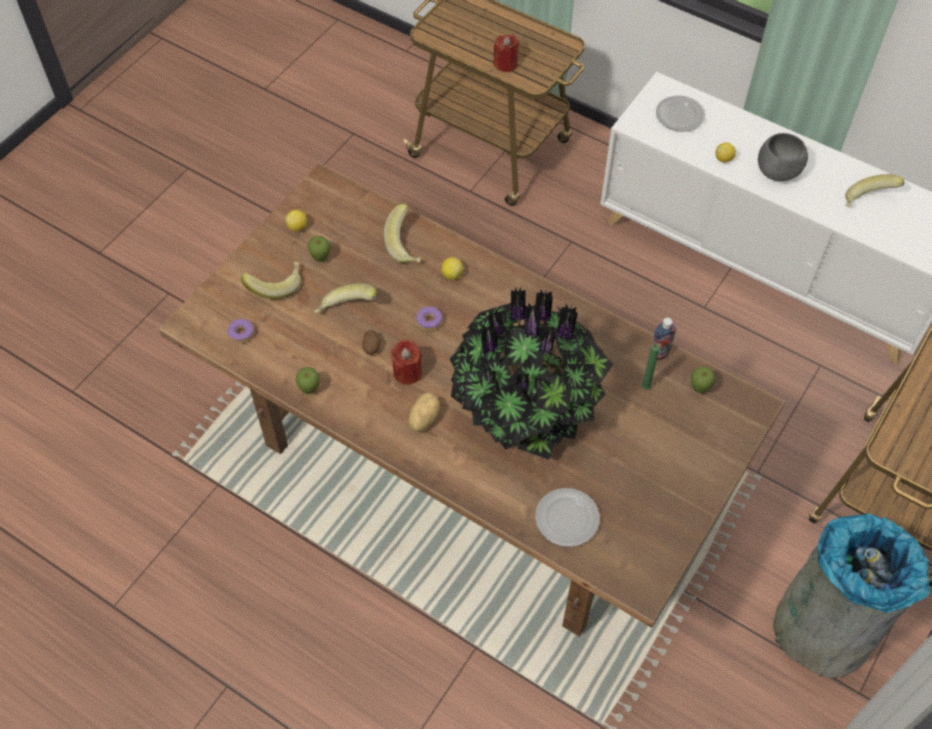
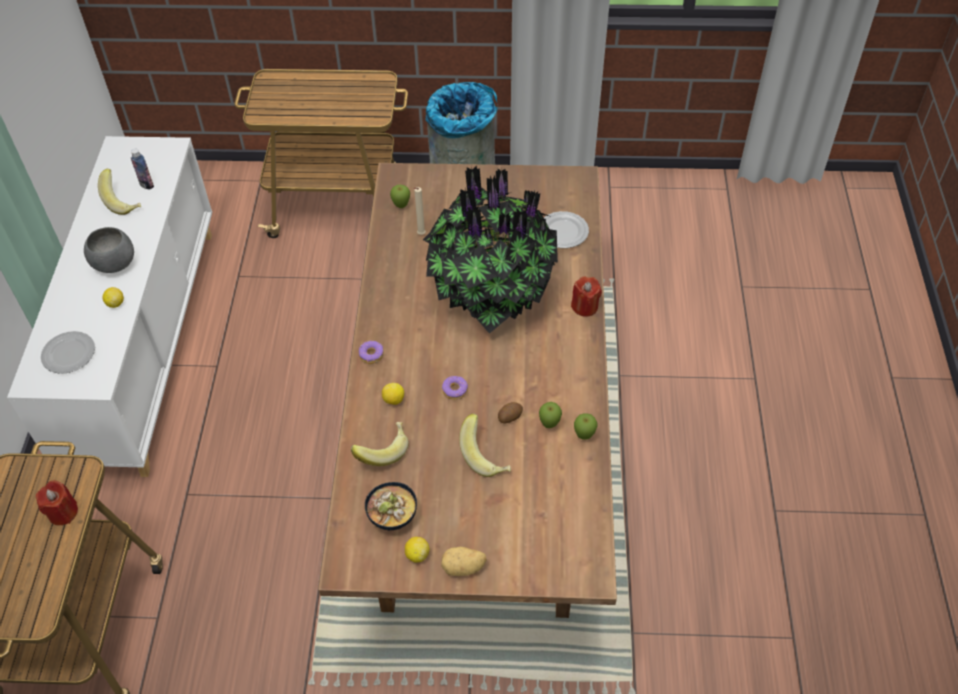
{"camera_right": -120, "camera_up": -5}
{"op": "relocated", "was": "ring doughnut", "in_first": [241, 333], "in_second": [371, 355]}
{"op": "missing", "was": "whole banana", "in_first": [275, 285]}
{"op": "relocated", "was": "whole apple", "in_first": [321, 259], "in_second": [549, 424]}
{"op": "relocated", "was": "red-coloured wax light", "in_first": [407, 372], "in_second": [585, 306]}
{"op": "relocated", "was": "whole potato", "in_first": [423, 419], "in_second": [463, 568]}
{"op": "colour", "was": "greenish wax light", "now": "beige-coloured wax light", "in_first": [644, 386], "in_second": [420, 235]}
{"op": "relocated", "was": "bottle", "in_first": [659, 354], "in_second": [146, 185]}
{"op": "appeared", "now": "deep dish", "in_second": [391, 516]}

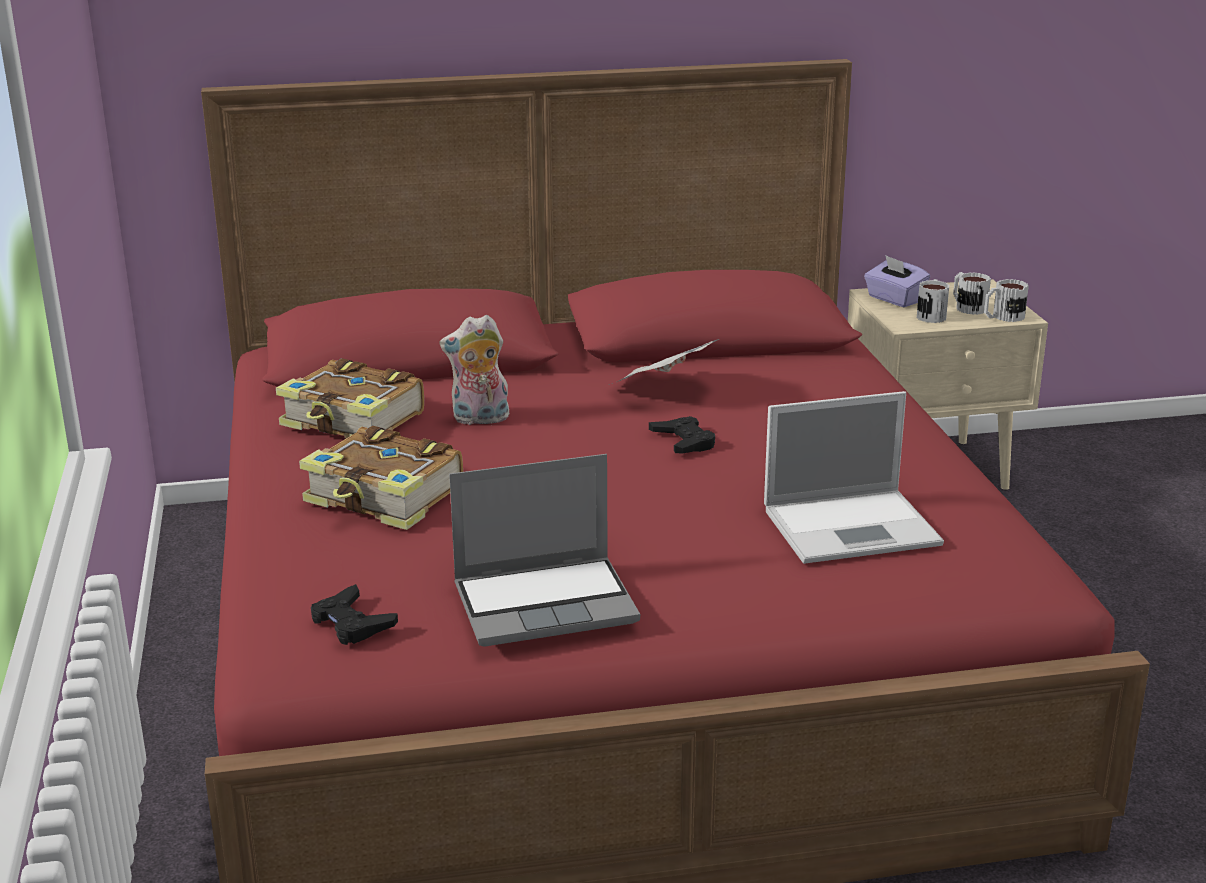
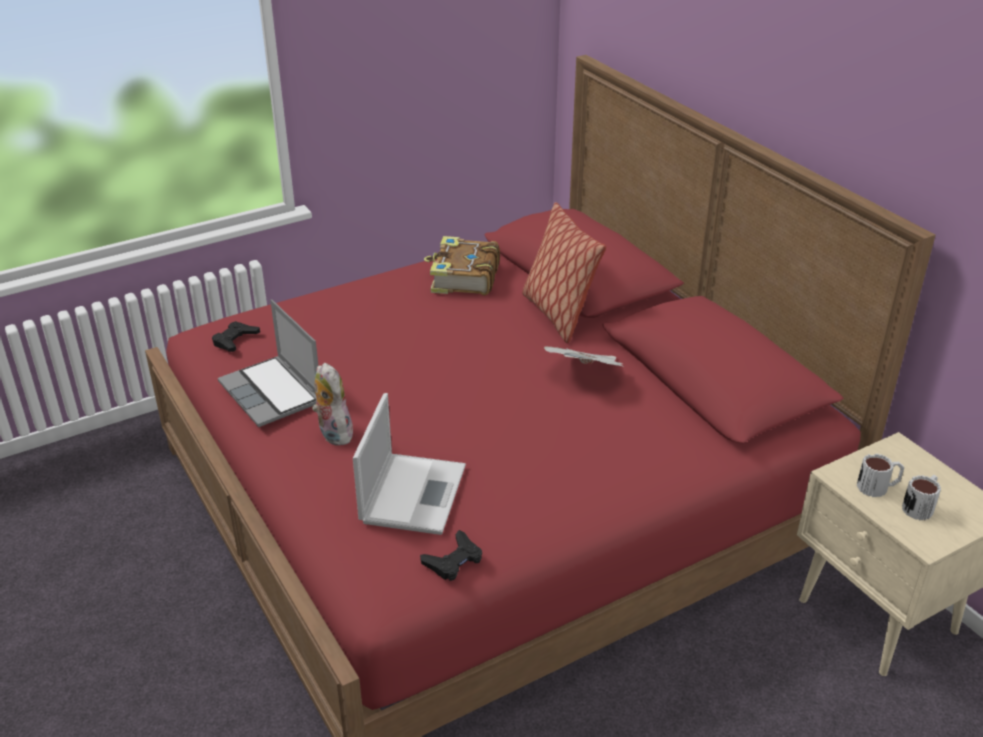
{"camera_right": 70, "camera_up": 10}
{"op": "missing", "was": "bound book", "in_first": [385, 498]}
{"op": "relocated", "was": "plush toy", "in_first": [479, 419], "in_second": [332, 433]}
{"op": "relocated", "was": "blackish game controller", "in_first": [683, 442], "in_second": [453, 561]}
{"op": "spun", "was": "notebook computer", "in_first": [854, 526], "in_second": [413, 492], "clockwise": -135}
{"op": "missing", "was": "purplish tissue box", "in_first": [894, 299]}
{"op": "missing", "was": "coffee mug", "in_first": [1002, 317]}
{"op": "appeared", "now": "cushion", "in_second": [557, 314]}

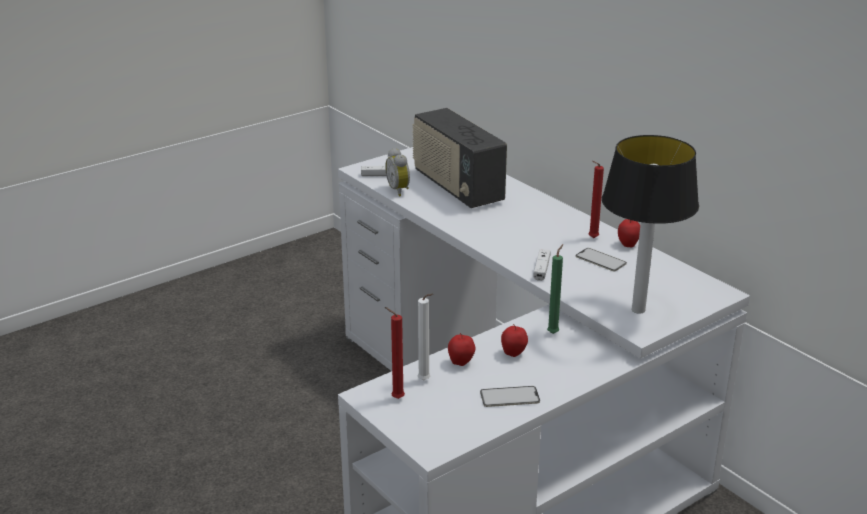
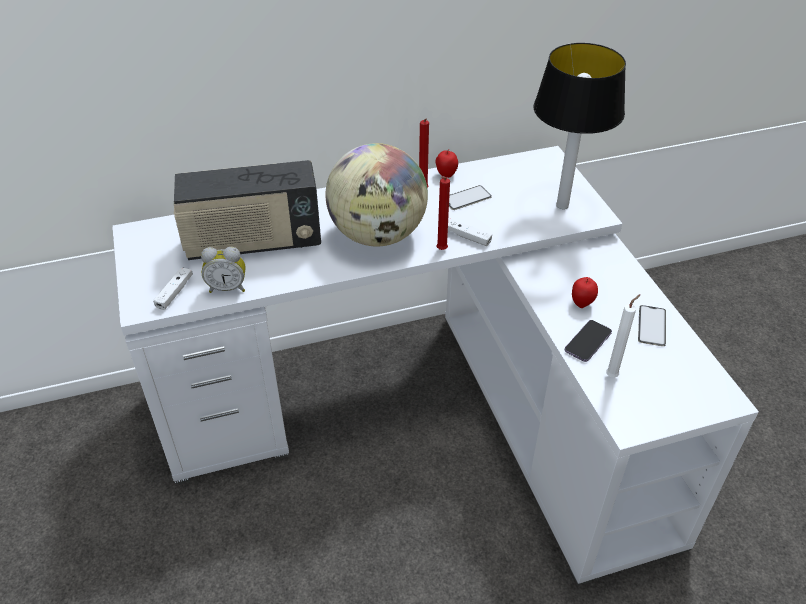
{"camera_right": -70, "camera_up": 15}
{"op": "relocated", "was": "red-coloured wax light", "in_first": [395, 398], "in_second": [441, 251]}
{"op": "exchanged", "was": "whole apple", "now": "telephone", "in_first": [461, 363], "in_second": [588, 342]}
{"op": "missing", "was": "greenish wax light", "in_first": [554, 332]}
{"op": "appeared", "now": "world globe", "in_second": [377, 235]}

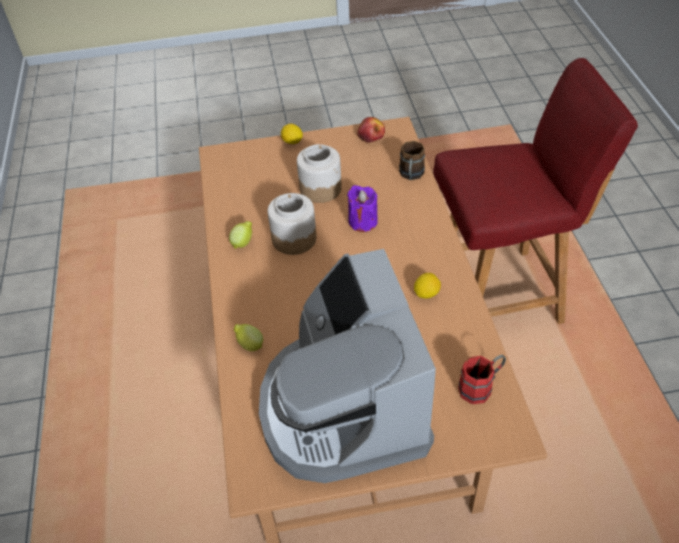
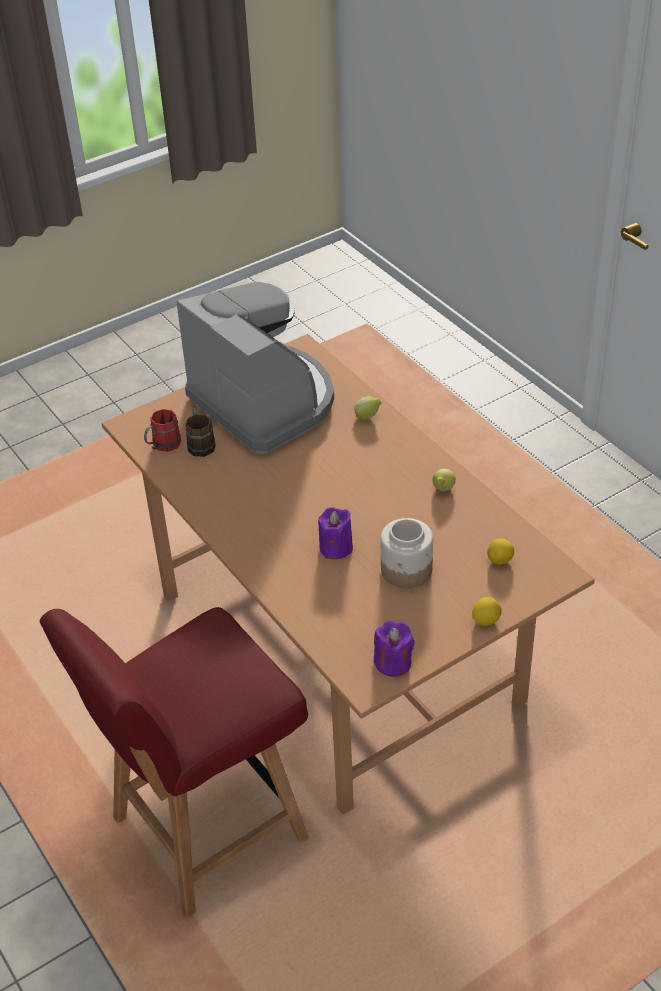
{"camera_right": 155, "camera_up": -5}
{"op": "missing", "was": "storage jar", "in_first": [294, 238]}
{"op": "exchanged", "was": "whole apple", "now": "purplish wax light", "in_first": [371, 135], "in_second": [393, 662]}
{"op": "relocated", "was": "brown-coloured coffee mug", "in_first": [411, 176], "in_second": [200, 443]}
{"op": "relocated", "was": "citrus fruit", "in_first": [426, 293], "in_second": [500, 560]}

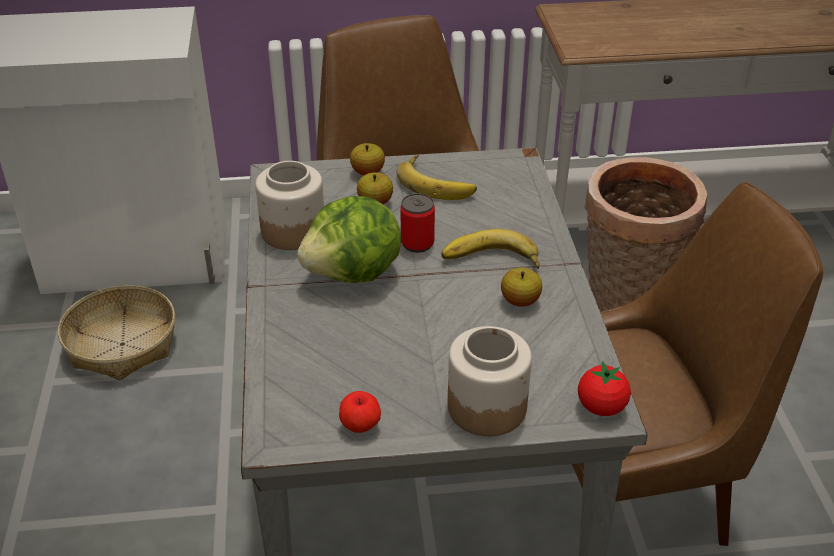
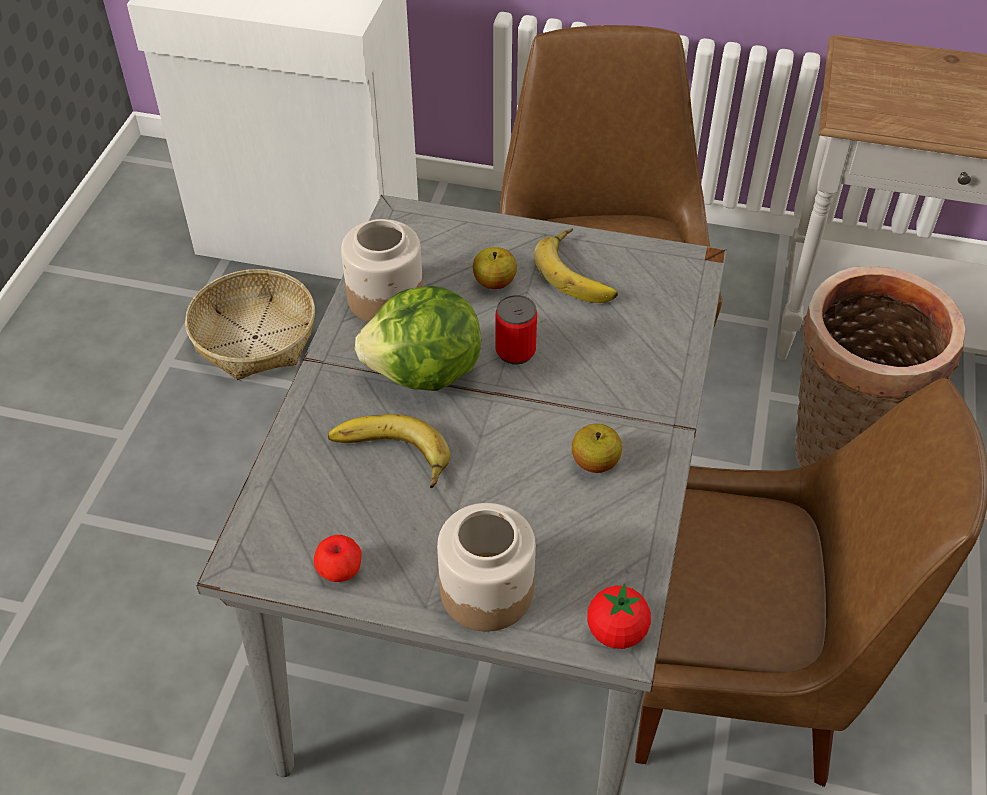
{"camera_right": 20, "camera_up": 10}
{"op": "missing", "was": "whole apple", "in_first": [367, 172]}
{"op": "relocated", "was": "whole banana", "in_first": [491, 261], "in_second": [388, 458]}

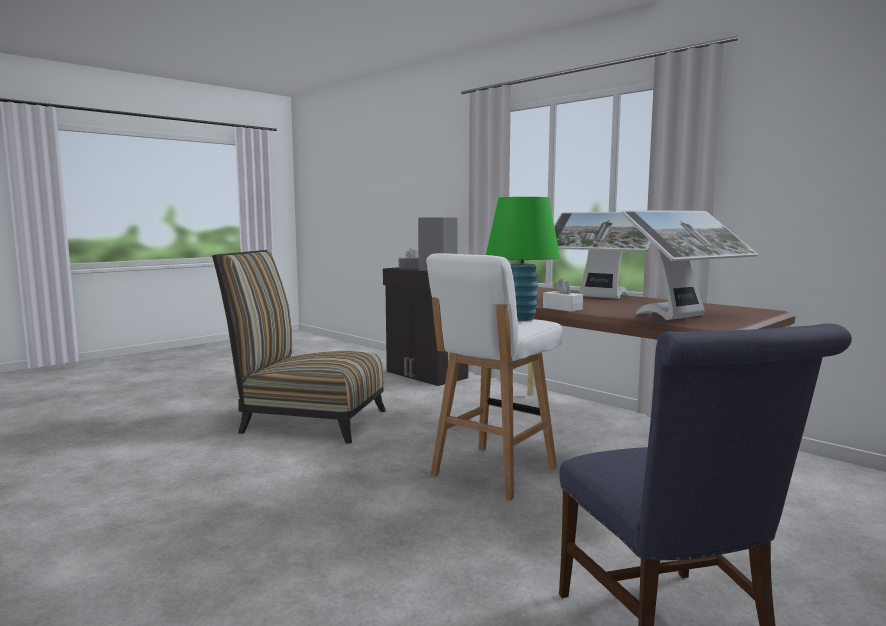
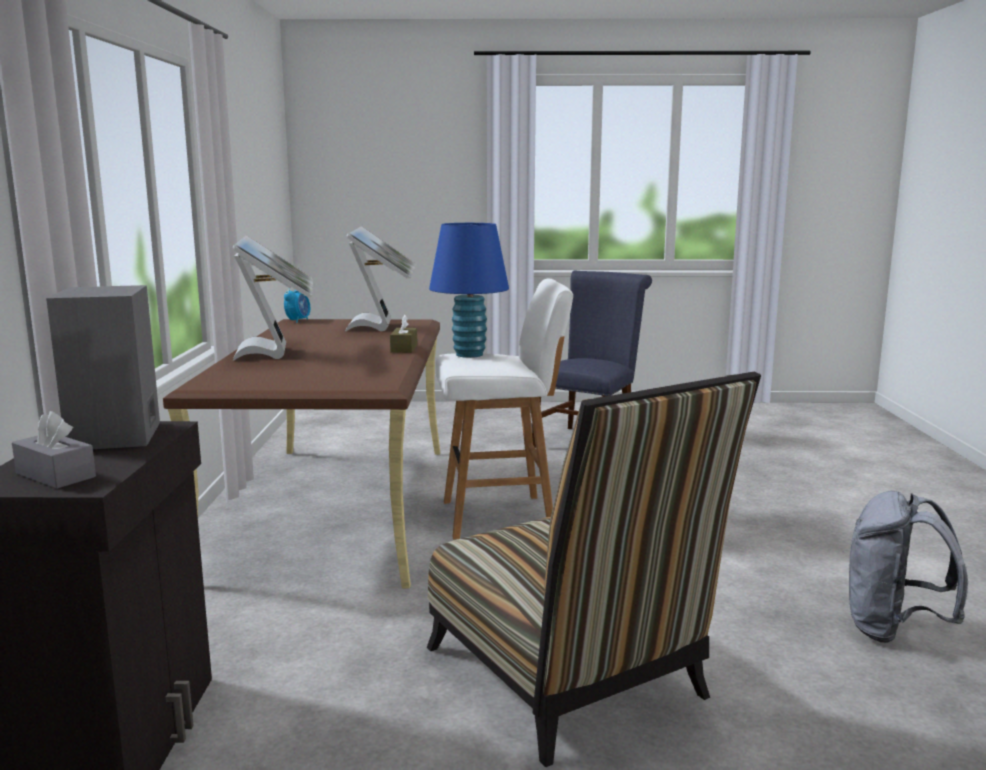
{"camera_right": -135, "camera_up": 5}
{"op": "colour", "was": "greenish lamp for a table", "now": "blue-coloured lamp for a table", "in_first": [520, 318], "in_second": [469, 354]}
{"op": "colour", "was": "white-coloured tissue box", "now": "brown-coloured tissue box", "in_first": [562, 308], "in_second": [404, 348]}
{"op": "spun", "was": "computer screen", "in_first": [683, 317], "in_second": [383, 327], "clockwise": 75}
{"op": "appeared", "now": "alarm clock", "in_second": [298, 321]}
{"op": "appeared", "now": "grey rucksack", "in_second": [893, 630]}

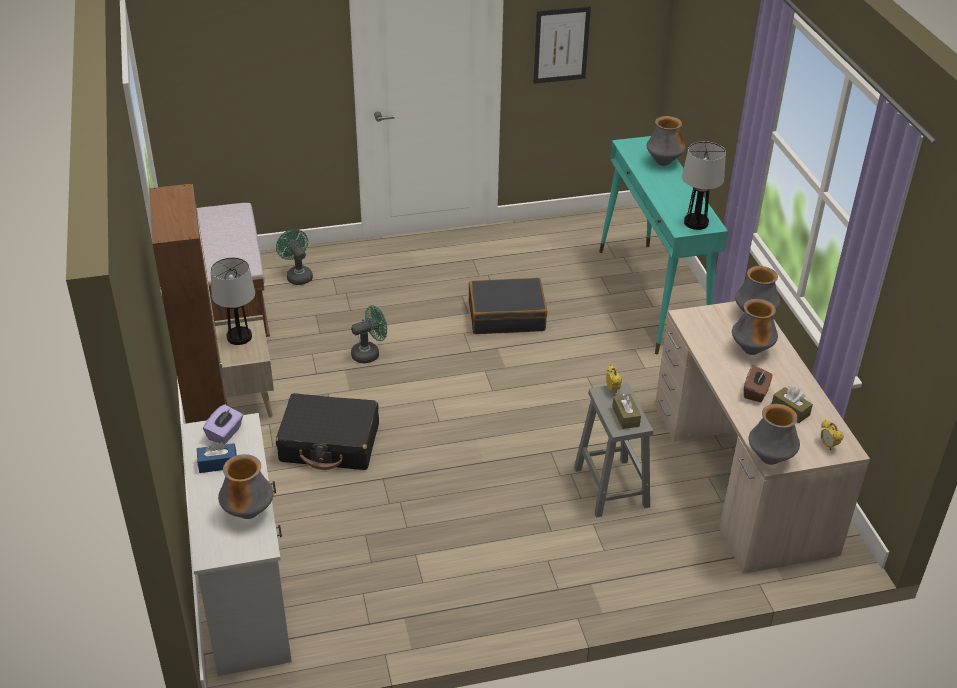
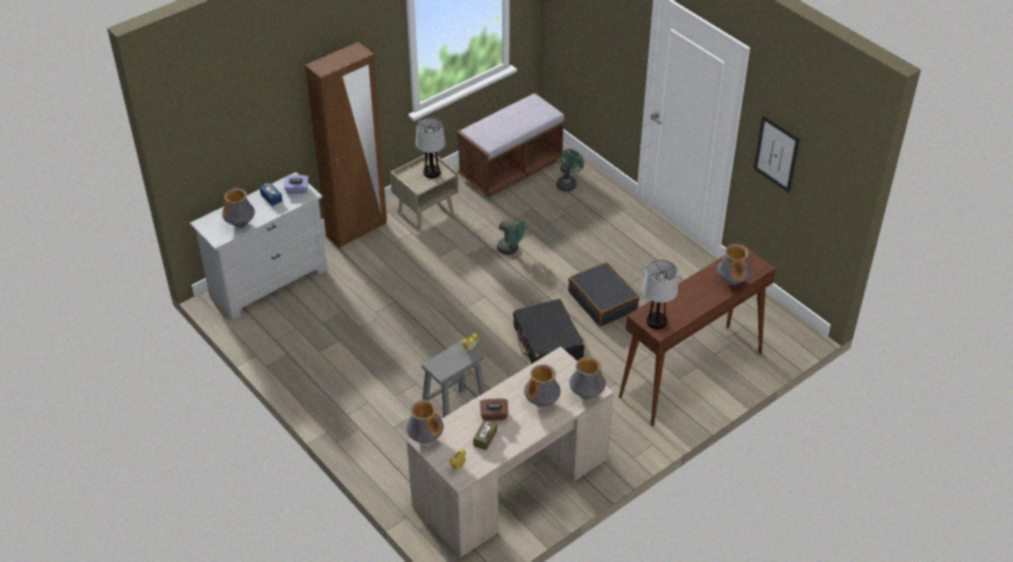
{"camera_right": 65, "camera_up": 5}
{"op": "relocated", "was": "blackish suitcase", "in_first": [330, 443], "in_second": [547, 343]}
{"op": "colour", "was": "turquoise-coloured narrow table", "now": "brown-coloured narrow table", "in_first": [652, 297], "in_second": [690, 375]}
{"op": "missing", "was": "brown-coloured tissue box", "in_first": [625, 416]}

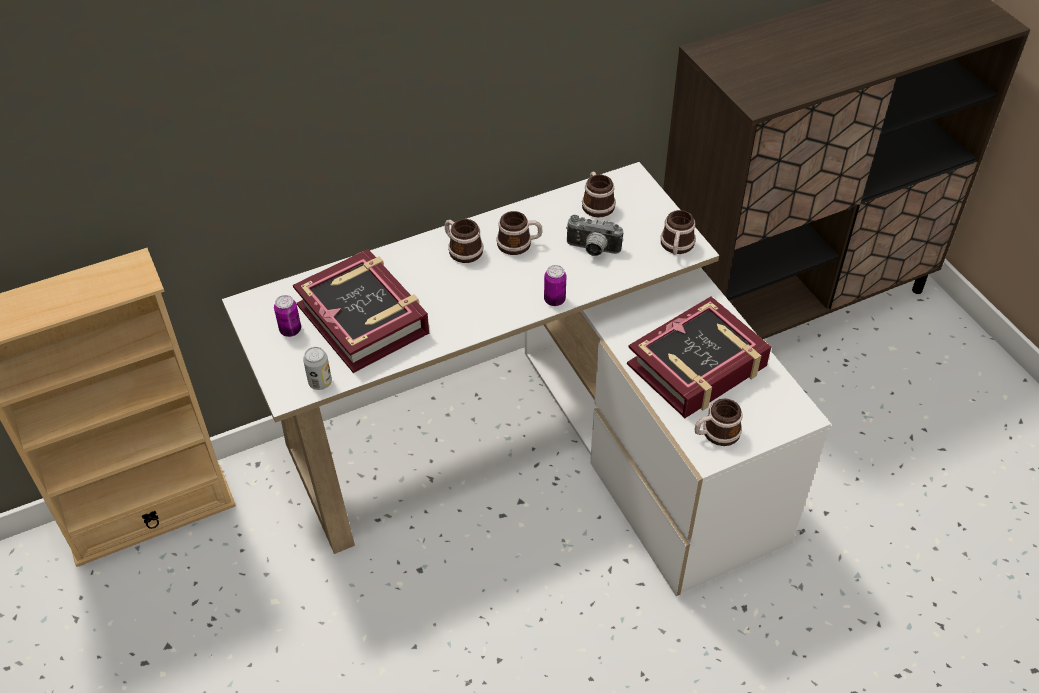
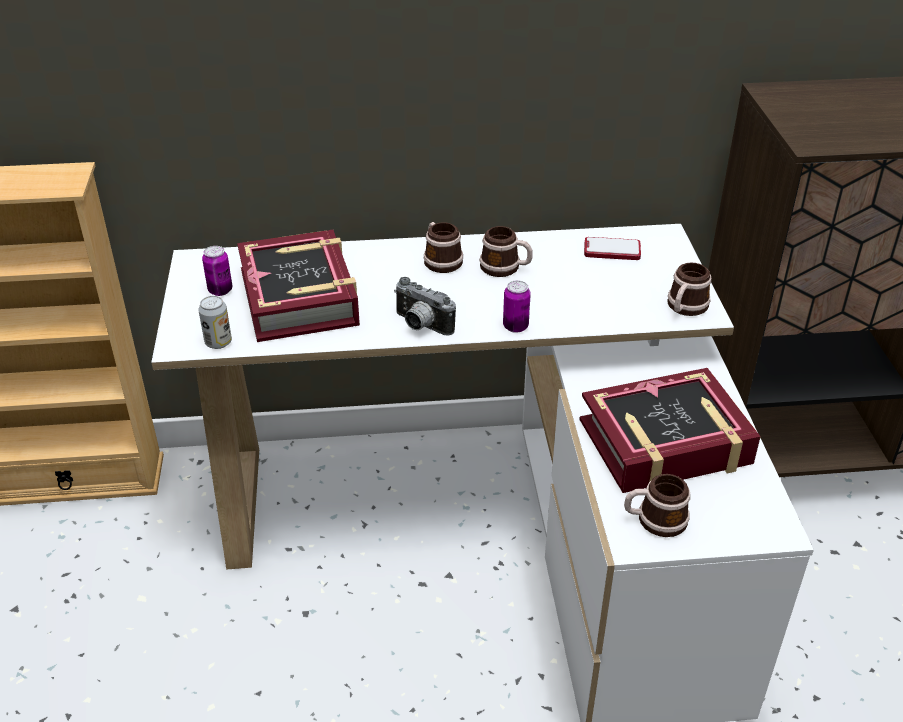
{"camera_right": 20, "camera_up": -10}
{"op": "relocated", "was": "still camera", "in_first": [592, 250], "in_second": [420, 326]}
{"op": "exchanged", "was": "coffee mug", "now": "telephone", "in_first": [596, 203], "in_second": [612, 250]}

